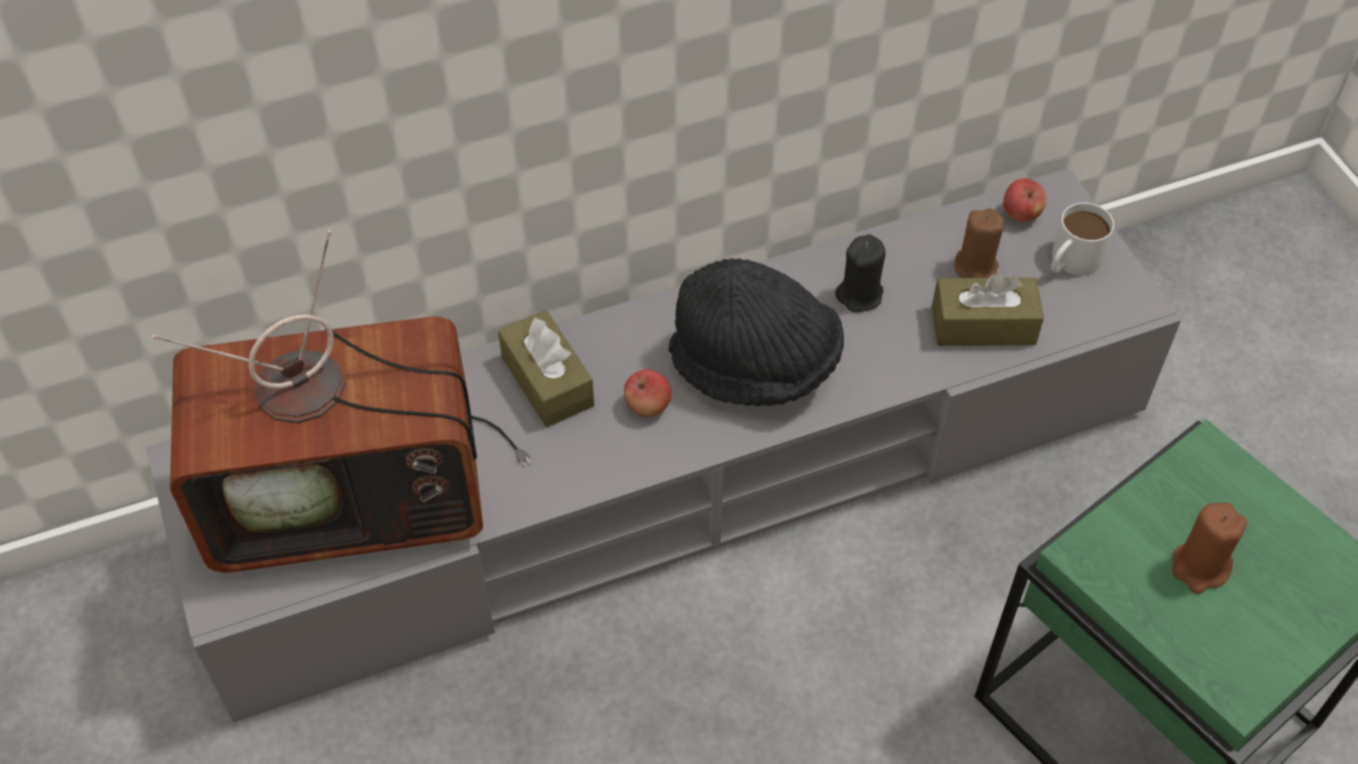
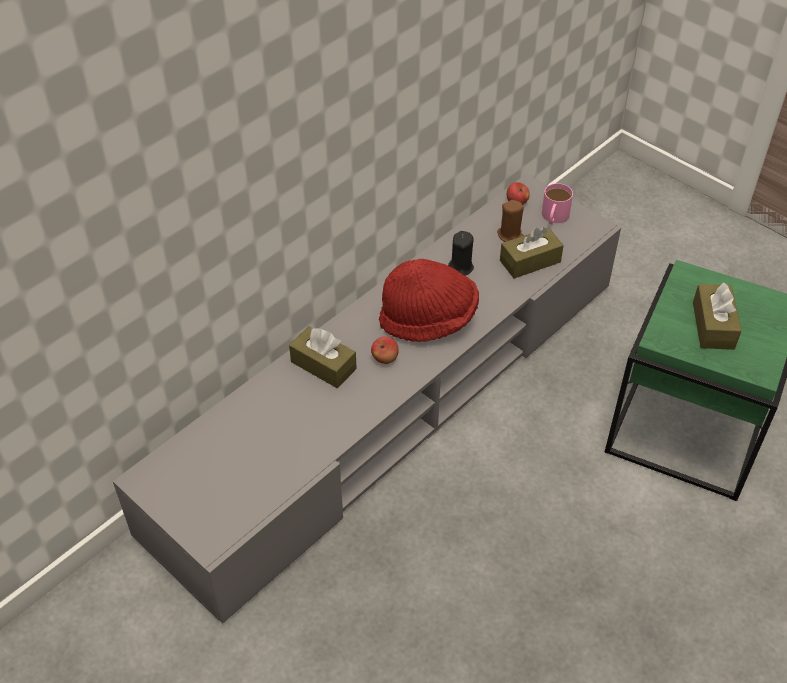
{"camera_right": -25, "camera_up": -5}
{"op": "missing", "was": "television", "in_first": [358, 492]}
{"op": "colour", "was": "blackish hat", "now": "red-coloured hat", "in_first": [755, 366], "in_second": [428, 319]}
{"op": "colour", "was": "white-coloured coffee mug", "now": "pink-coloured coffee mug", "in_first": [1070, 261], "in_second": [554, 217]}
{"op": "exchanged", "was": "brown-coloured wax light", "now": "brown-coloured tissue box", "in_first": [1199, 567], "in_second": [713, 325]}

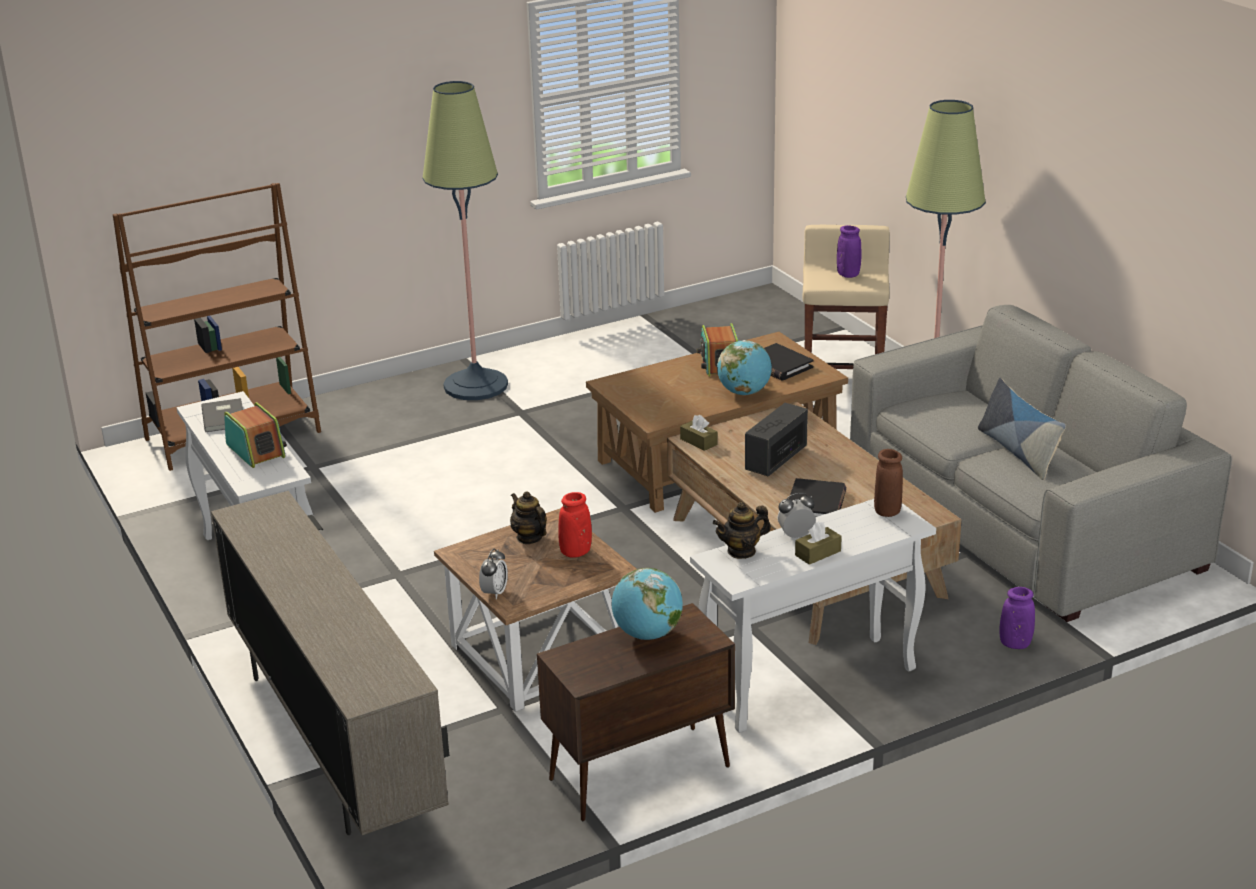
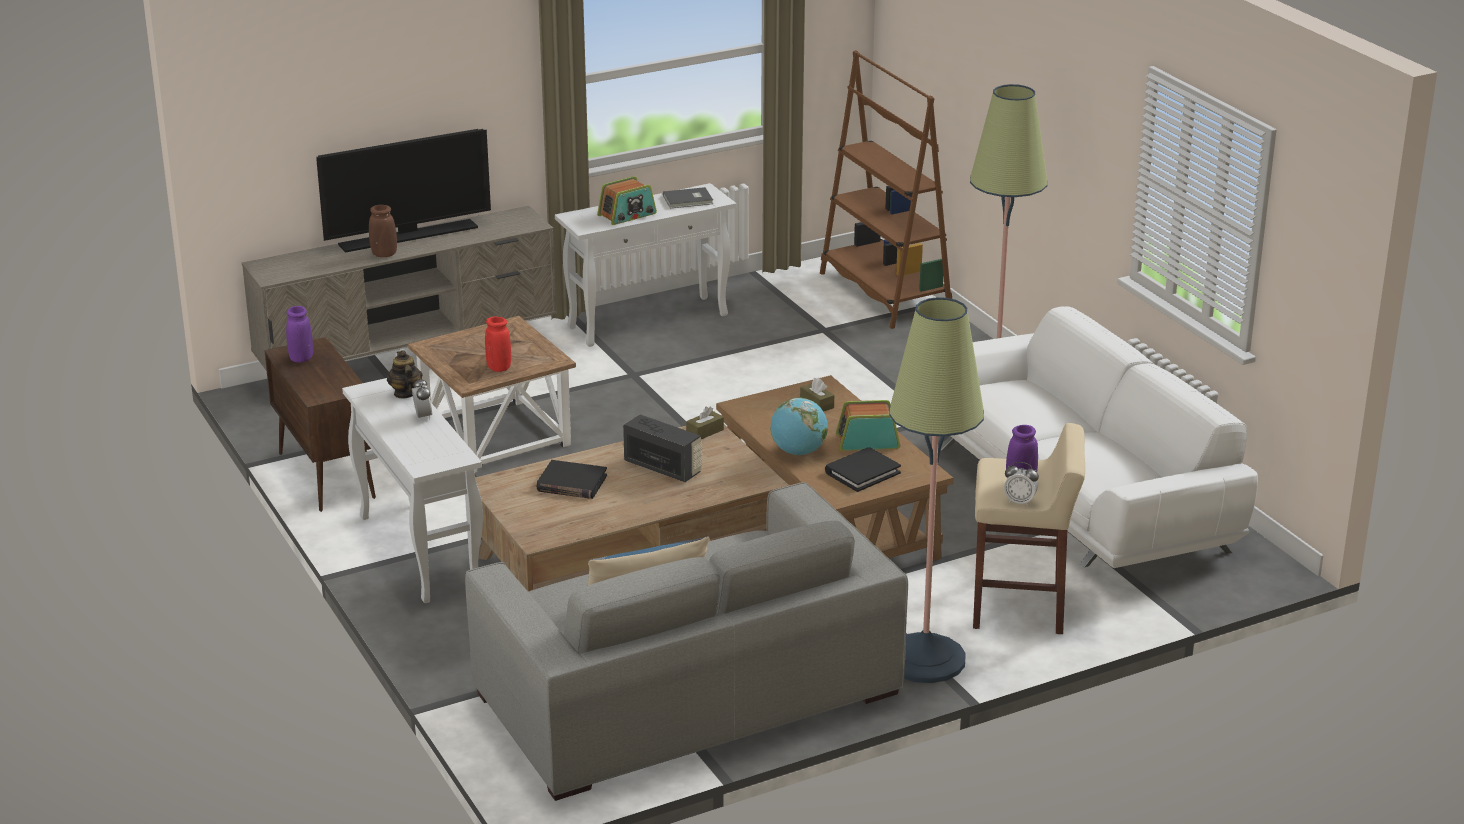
{"camera_right": 90, "camera_up": 0}
{"op": "relocated", "was": "alarm clock", "in_first": [494, 592], "in_second": [1020, 501]}
{"op": "missing", "was": "pot for tea", "in_first": [529, 537]}
{"op": "missing", "was": "world globe", "in_first": [647, 634]}
{"op": "relocated", "was": "brown-coloured tissue box", "in_first": [818, 553], "in_second": [817, 404]}
{"op": "relocated", "was": "brown-coloured decorative vase", "in_first": [887, 511], "in_second": [384, 254]}
{"op": "relocated", "was": "purplish decorative vase", "in_first": [1015, 644], "in_second": [301, 358]}
{"op": "appeared", "now": "television", "in_second": [408, 236]}
{"op": "appeared", "now": "white-coloured settee", "in_second": [1078, 497]}

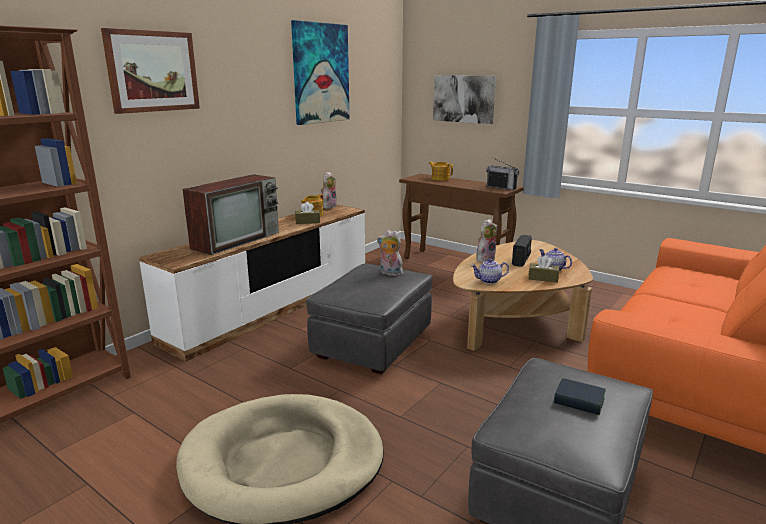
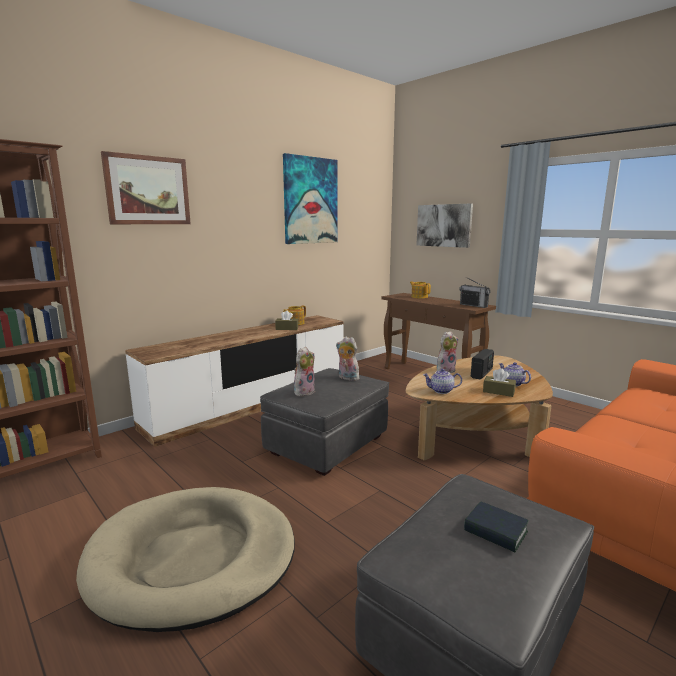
{"camera_right": 10, "camera_up": -5}
{"op": "missing", "was": "television", "in_first": [237, 240]}
{"op": "relocated", "was": "plush toy", "in_first": [328, 206], "in_second": [304, 391]}

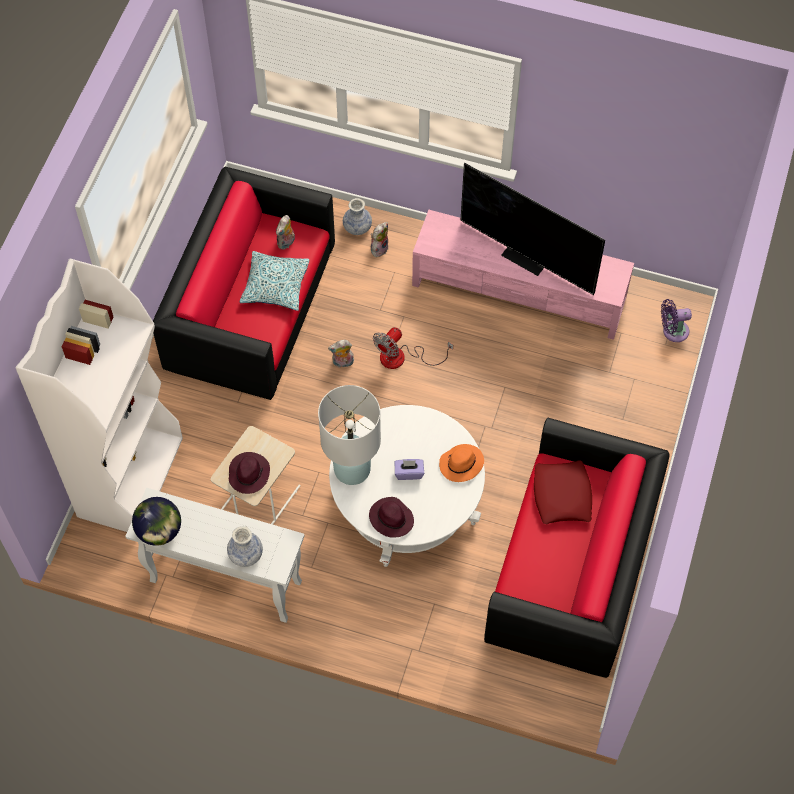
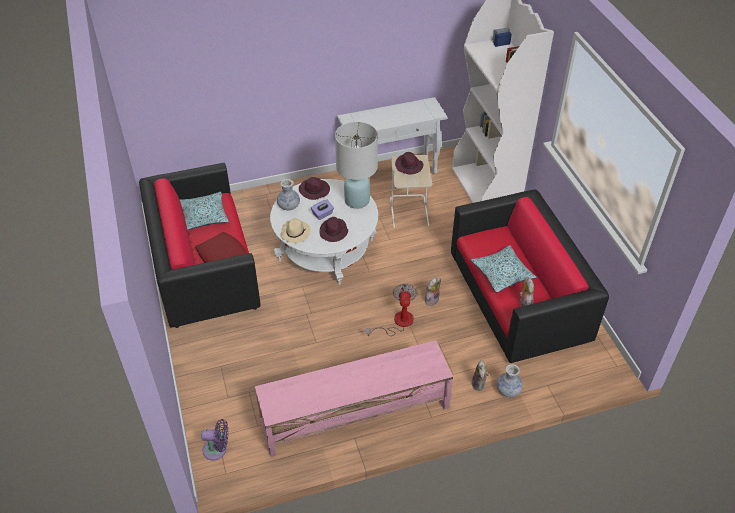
{"camera_right": 145, "camera_up": -15}
{"op": "missing", "was": "world globe", "in_first": [159, 531]}
{"op": "relocated", "was": "decorative vase", "in_first": [245, 554], "in_second": [289, 206]}
{"op": "colour", "was": "orangey hat", "now": "beige-coloured hat", "in_first": [461, 465], "in_second": [295, 232]}
{"op": "missing", "was": "television", "in_first": [526, 257]}
{"op": "spun", "was": "purplish fan", "in_first": [672, 331], "in_second": [217, 450], "clockwise": 45}
{"op": "appeared", "now": "cushion", "in_second": [204, 216]}
{"op": "appeared", "now": "purplish hat", "in_second": [333, 232]}

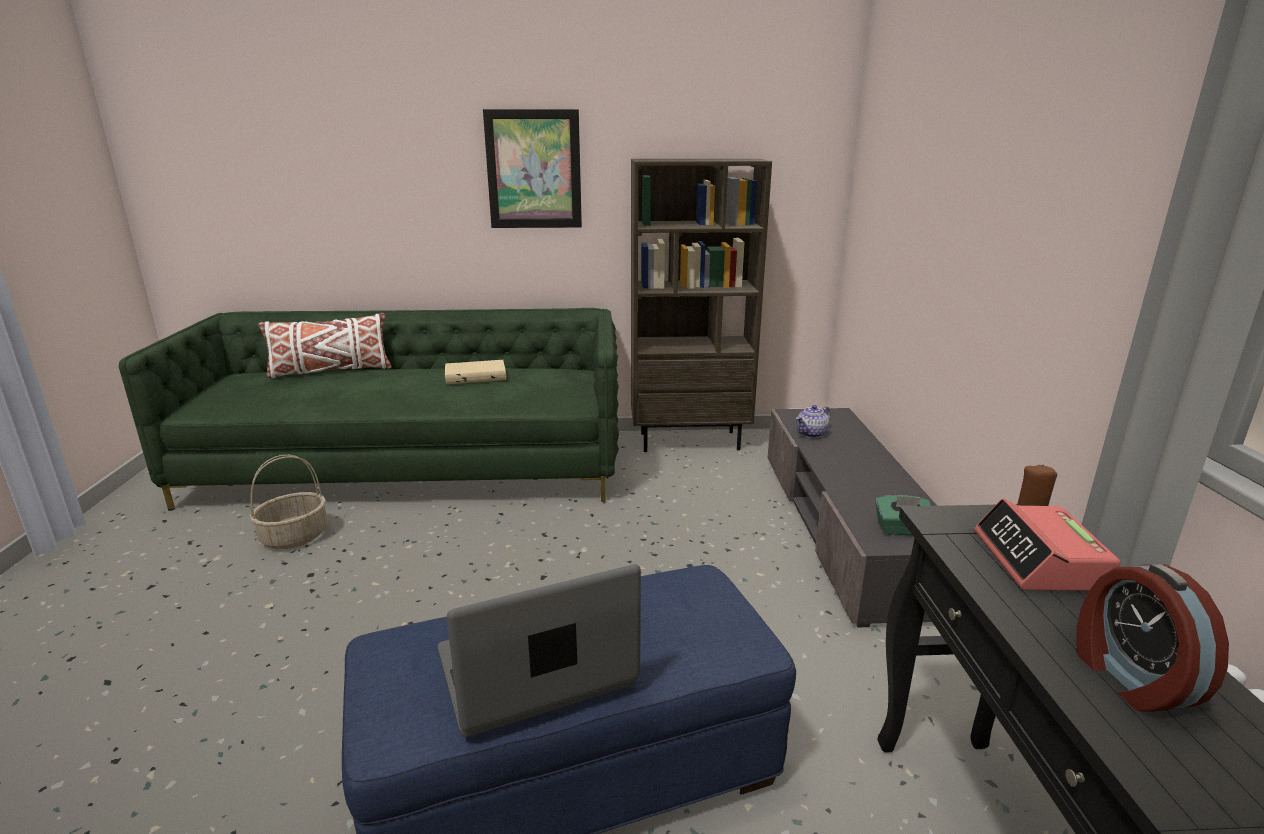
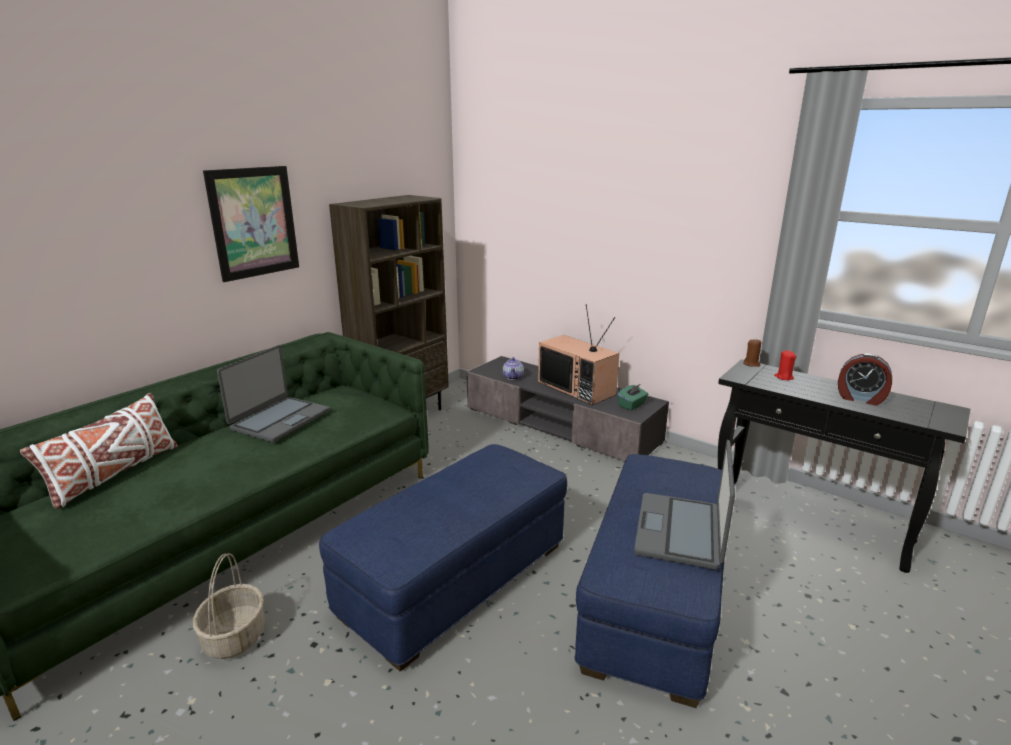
{"camera_right": -50, "camera_up": 0}
{"op": "exchanged", "was": "beige-coloured bound book", "now": "notebook computer", "in_first": [476, 375], "in_second": [279, 420]}
{"op": "exchanged", "was": "alarm clock", "now": "red-coloured wax light", "in_first": [1039, 561], "in_second": [783, 377]}
{"op": "appeared", "now": "blue-coloured ottoman", "in_second": [455, 579]}
{"op": "appeared", "now": "television", "in_second": [578, 388]}

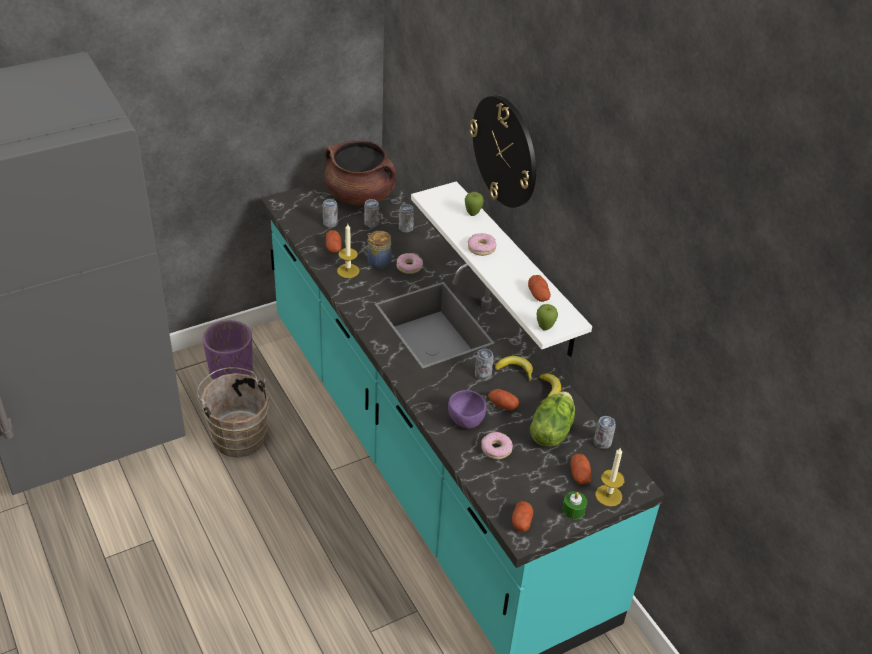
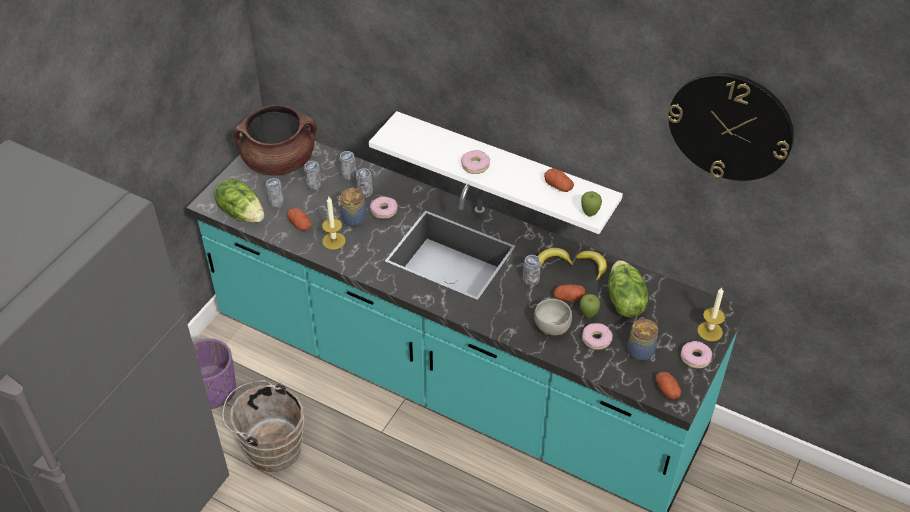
{"camera_right": -30, "camera_up": 5}
{"op": "colour", "was": "purplish deep dish", "now": "grey deep dish", "in_first": [465, 421], "in_second": [552, 328]}
{"op": "relocated", "was": "whole apple", "in_first": [472, 214], "in_second": [588, 315]}
{"op": "relocated", "was": "clock on the wall", "in_first": [505, 151], "in_second": [730, 126]}
{"op": "exchanged", "was": "greenish wax light", "now": "ring doughnut", "in_first": [573, 510], "in_second": [695, 358]}
{"op": "missing", "was": "whole potato", "in_first": [580, 475]}
{"op": "relocated", "was": "sealed can", "in_first": [602, 443], "in_second": [365, 192]}
{"op": "appeared", "now": "lettuce", "in_second": [242, 213]}
{"op": "appeared", "now": "storage jar", "in_second": [640, 350]}

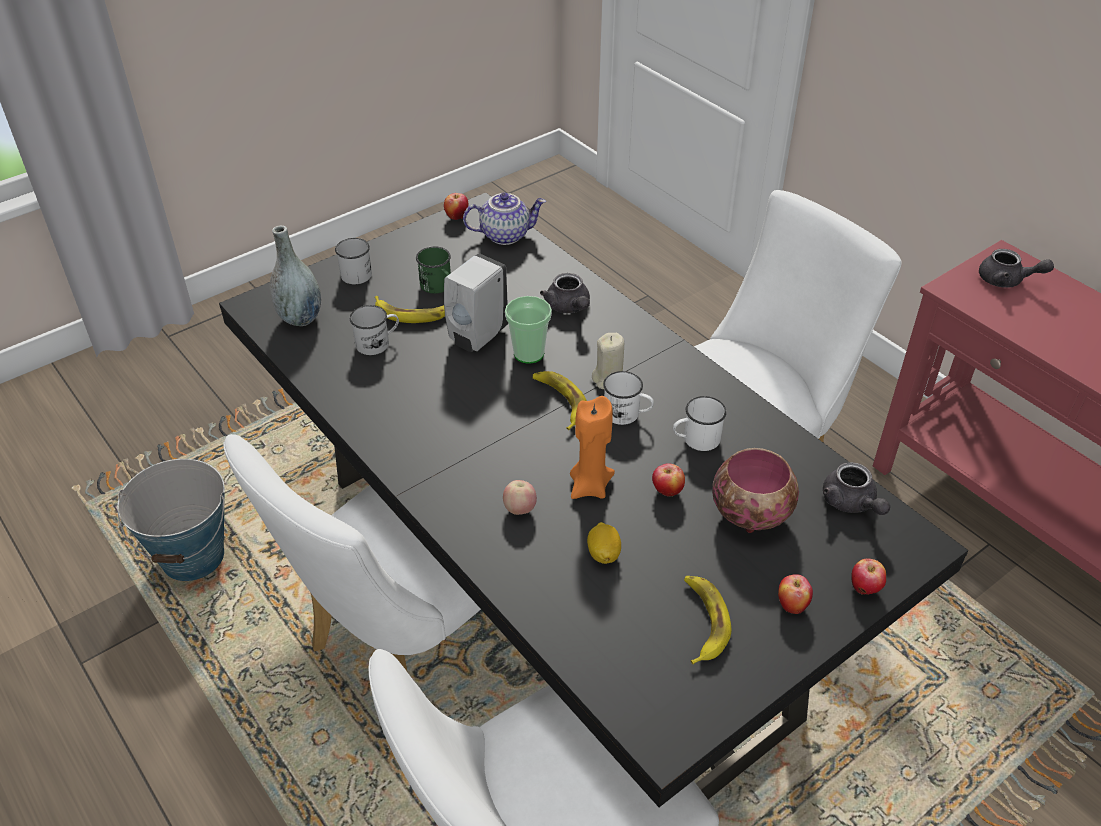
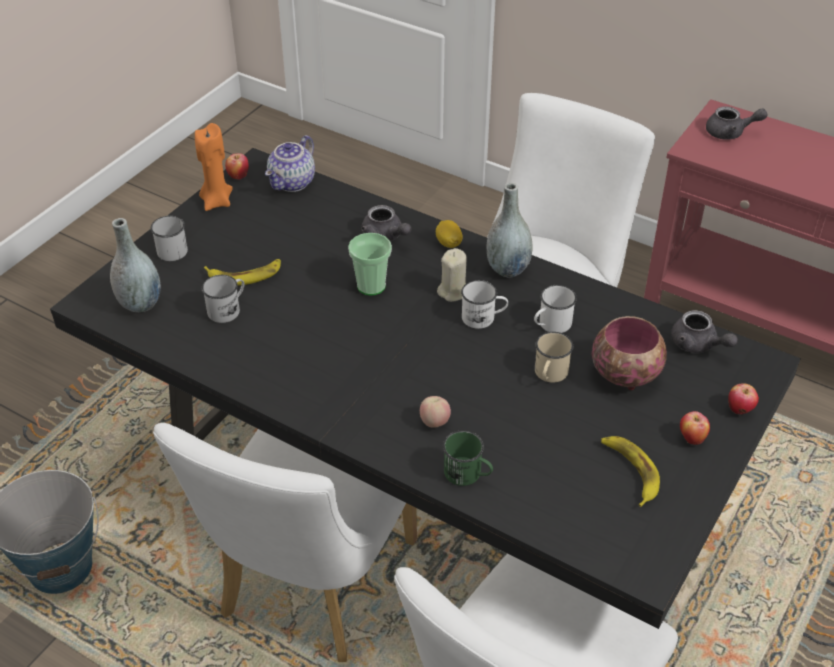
{"camera_right": -20, "camera_up": 0}
{"op": "relocated", "was": "greenish coffee mug", "in_first": [438, 287], "in_second": [468, 474]}
{"op": "missing", "was": "white-coloured soap bottle", "in_first": [476, 337]}
{"op": "spun", "was": "pot for tea", "in_first": [505, 234], "in_second": [293, 183], "clockwise": 150}
{"op": "missing", "was": "whole banana", "in_first": [560, 401]}
{"op": "relocated", "was": "orangey wax light", "in_first": [590, 486], "in_second": [216, 202]}
{"op": "relocated", "was": "citrus fruit", "in_first": [603, 554], "in_second": [448, 243]}
{"op": "exchanged", "was": "whole apple", "now": "beige-coloured coffee mug", "in_first": [667, 492], "in_second": [549, 375]}
{"op": "appeared", "now": "grey decorative vase", "in_second": [507, 269]}

